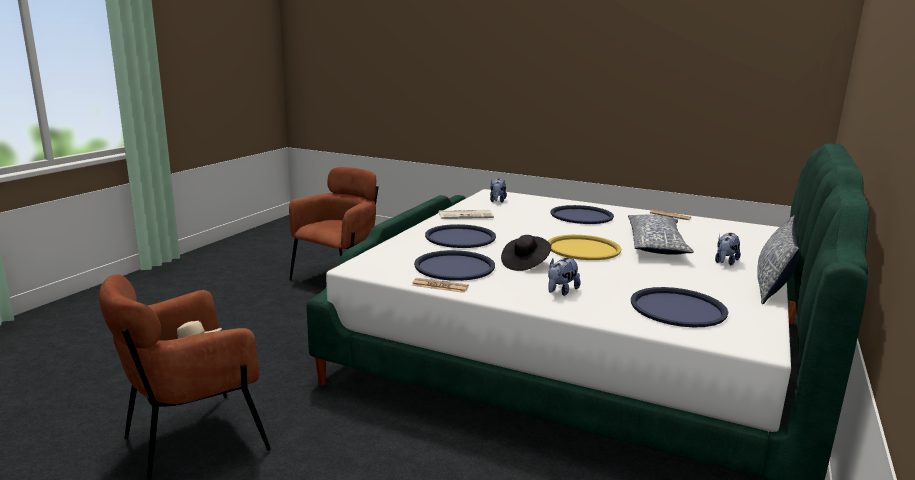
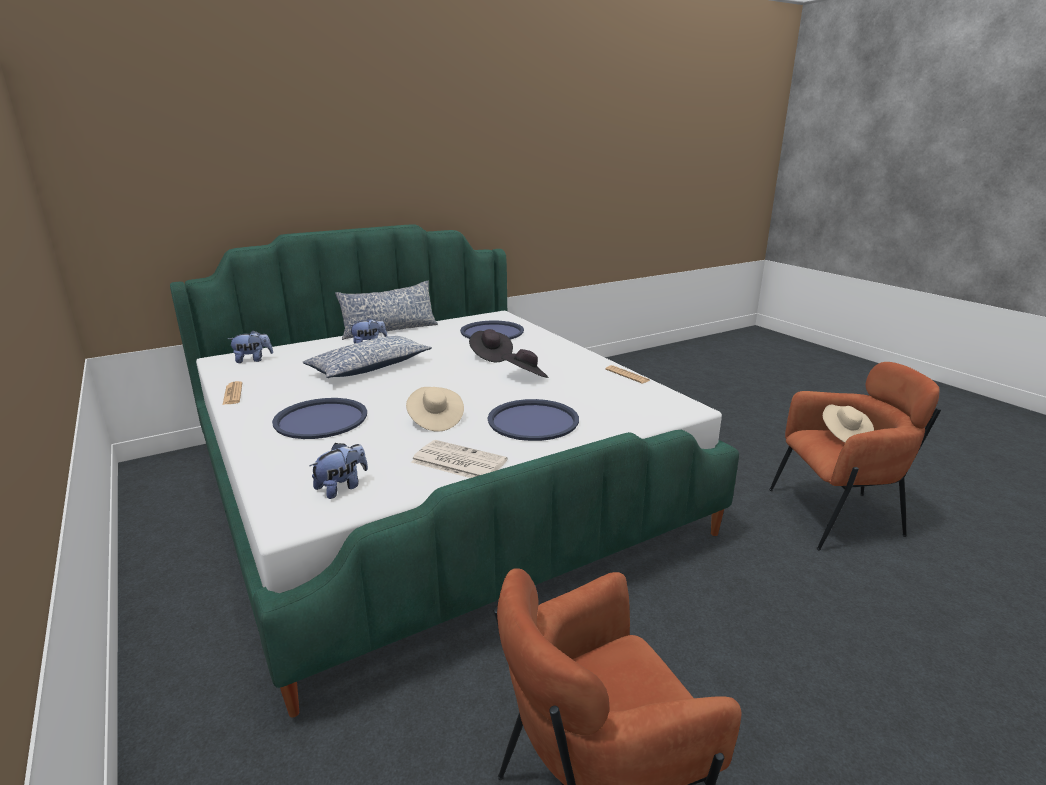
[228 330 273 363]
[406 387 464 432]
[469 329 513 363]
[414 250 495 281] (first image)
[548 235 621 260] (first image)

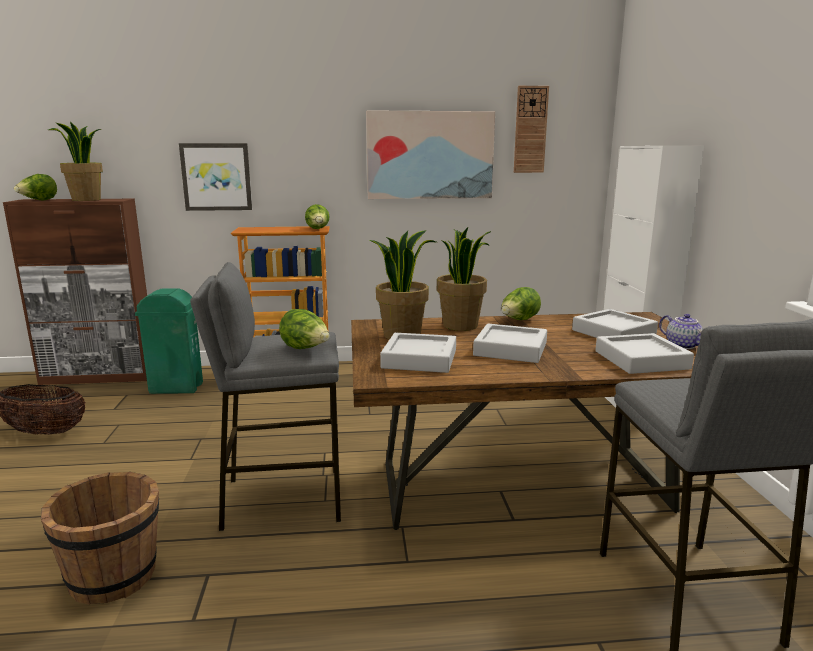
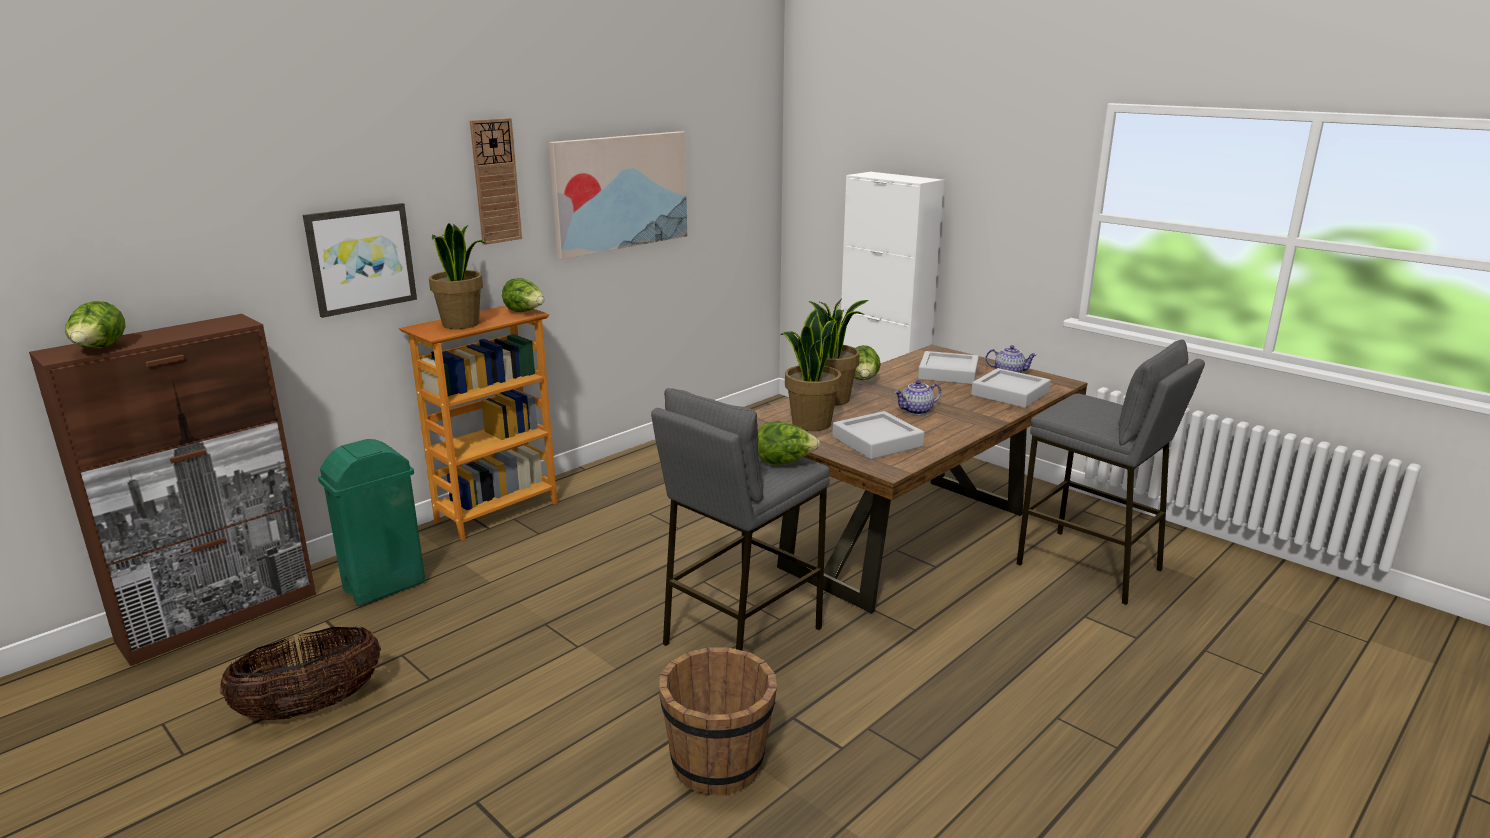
[429 223 487 329]
[470 118 522 245]
[894 380 941 415]

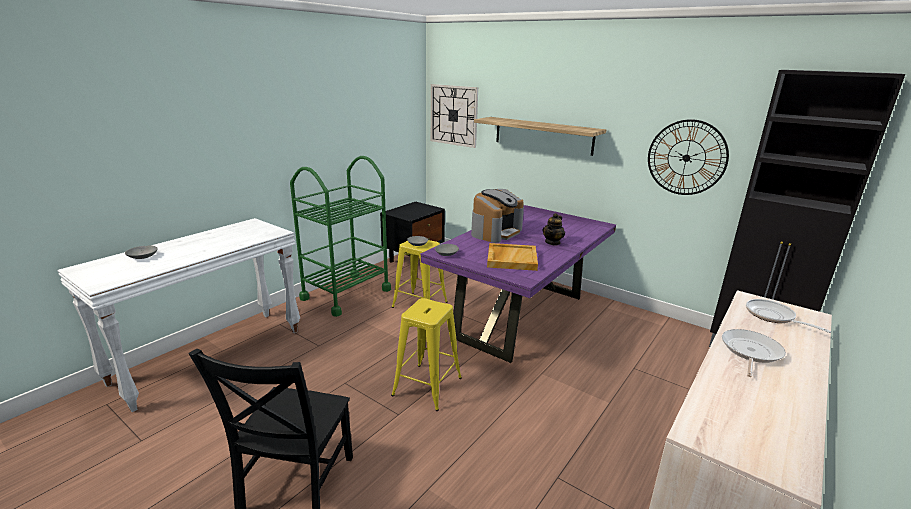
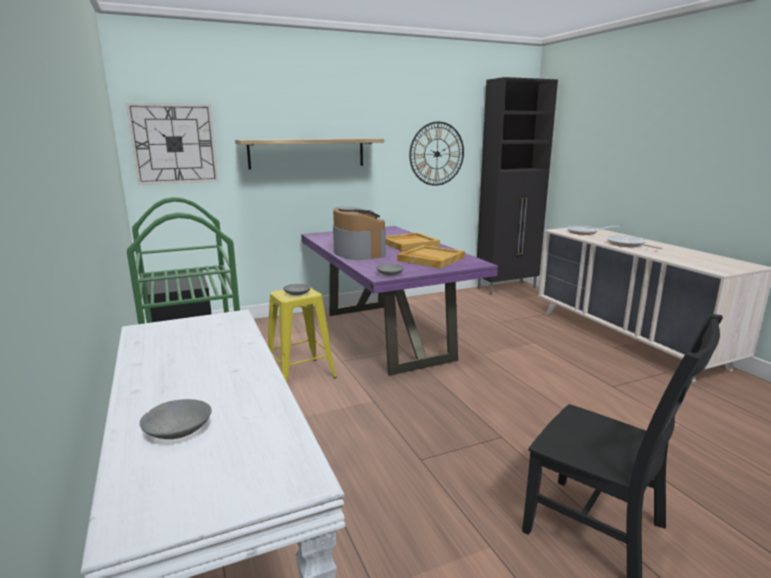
[386 233 440 251]
[391 298 462 411] (first image)

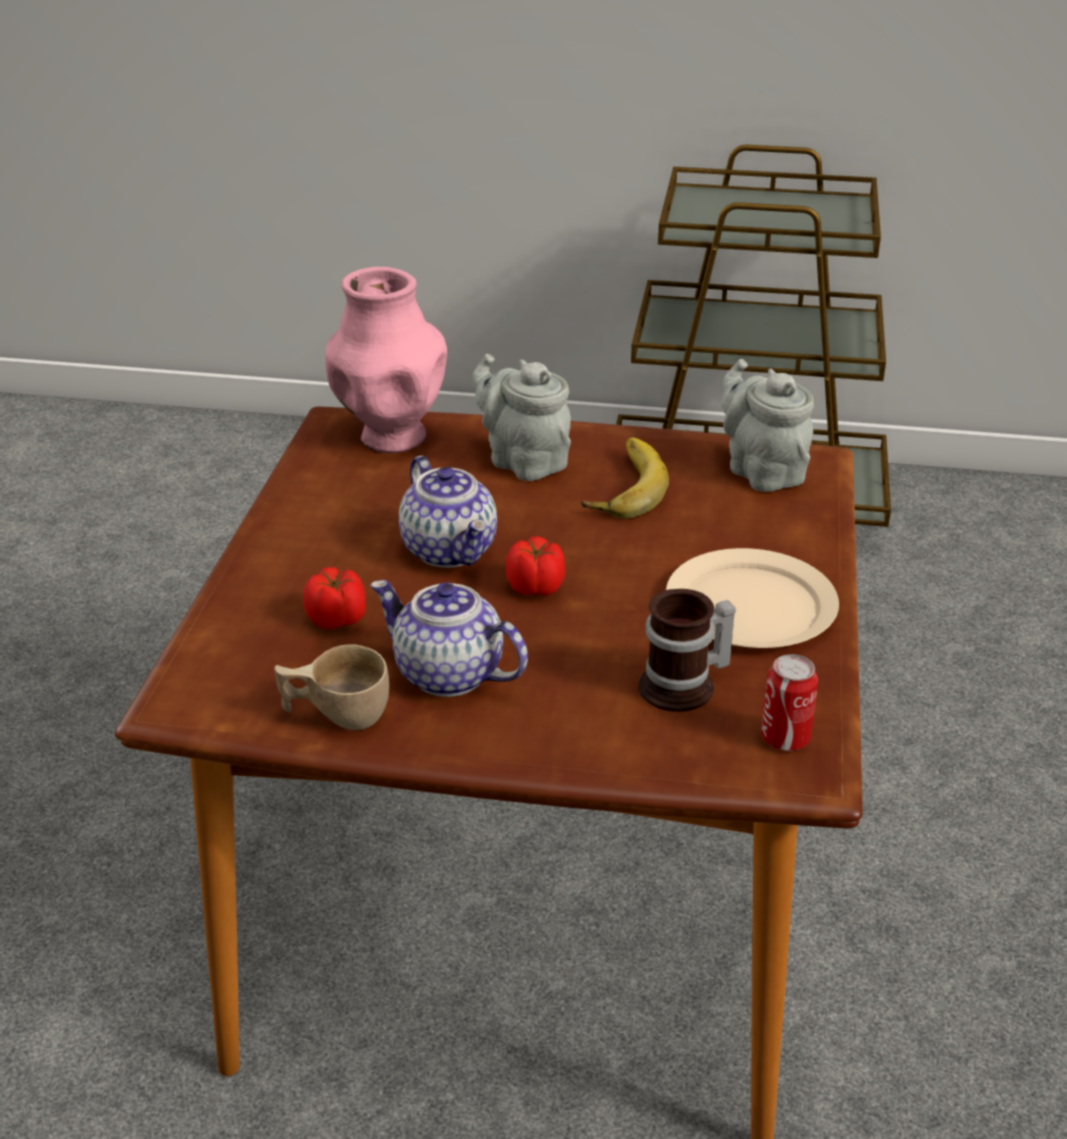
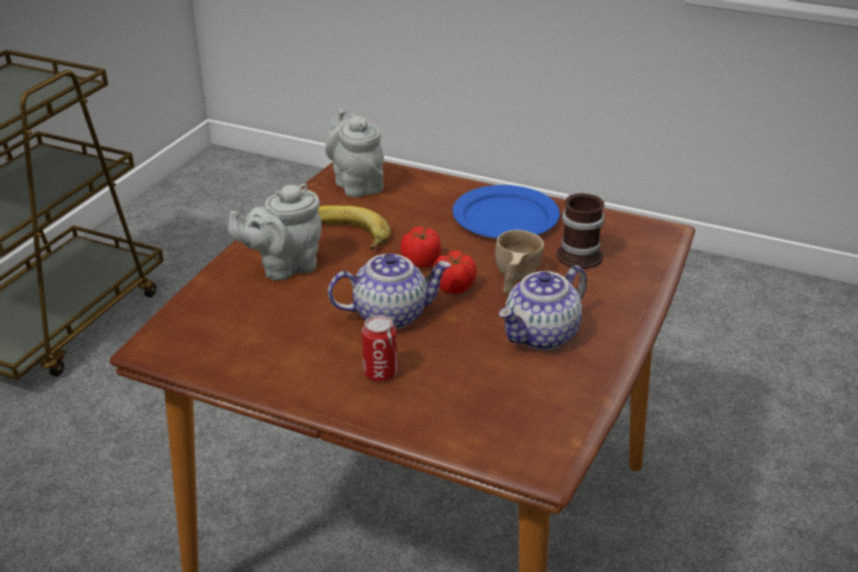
[325 108 384 197]
[362 315 398 381]
[400 227 441 268]
[453 185 560 238]
[495 230 544 294]
[325 267 447 453] (first image)

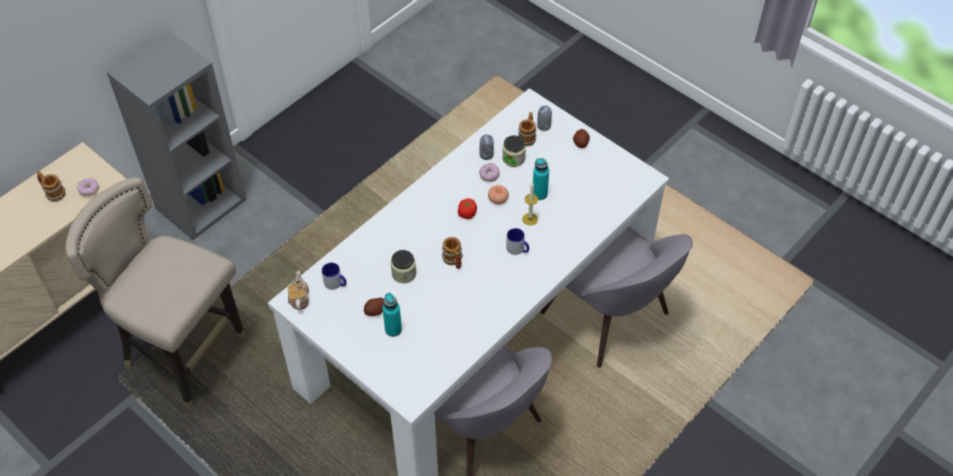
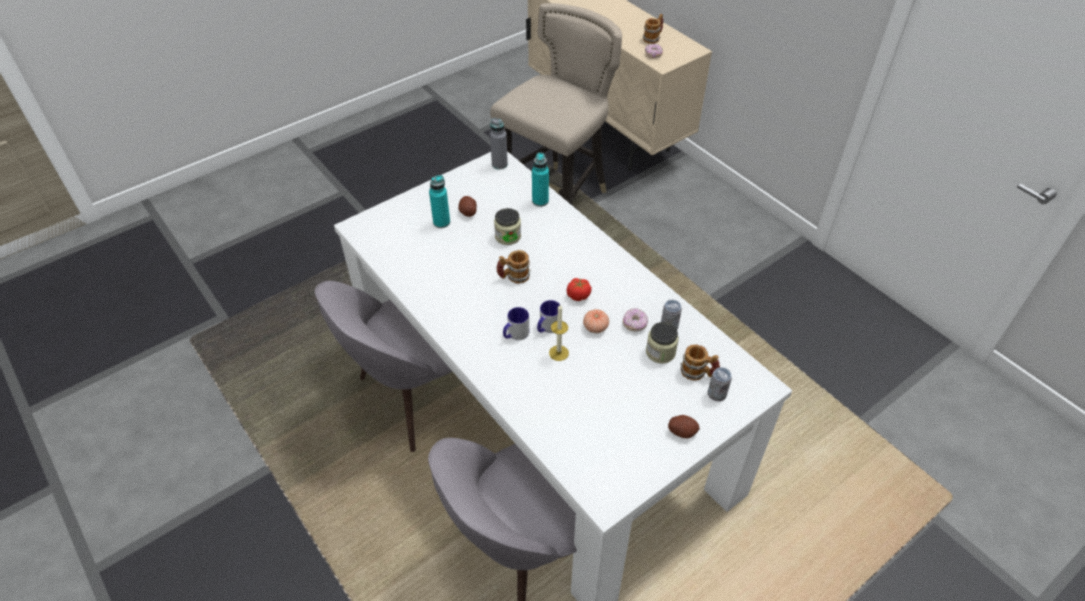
[490 118 508 170]
[532 152 549 207]
[537 300 560 333]
[107 31 247 240] (first image)

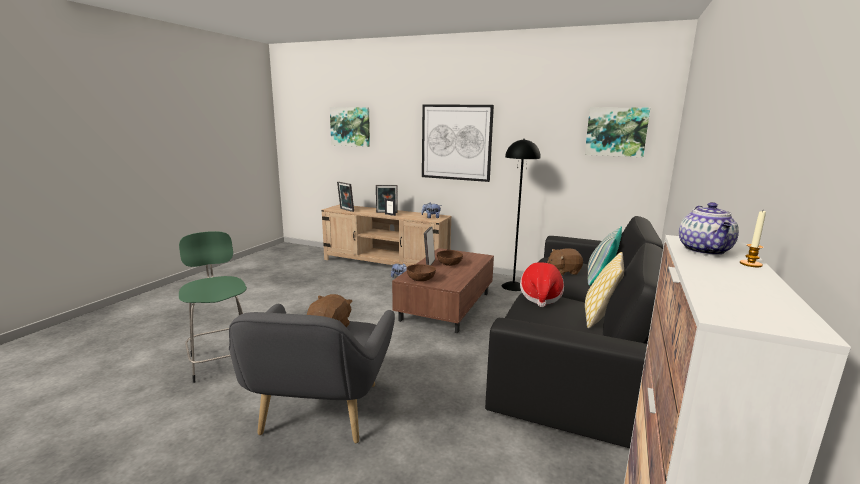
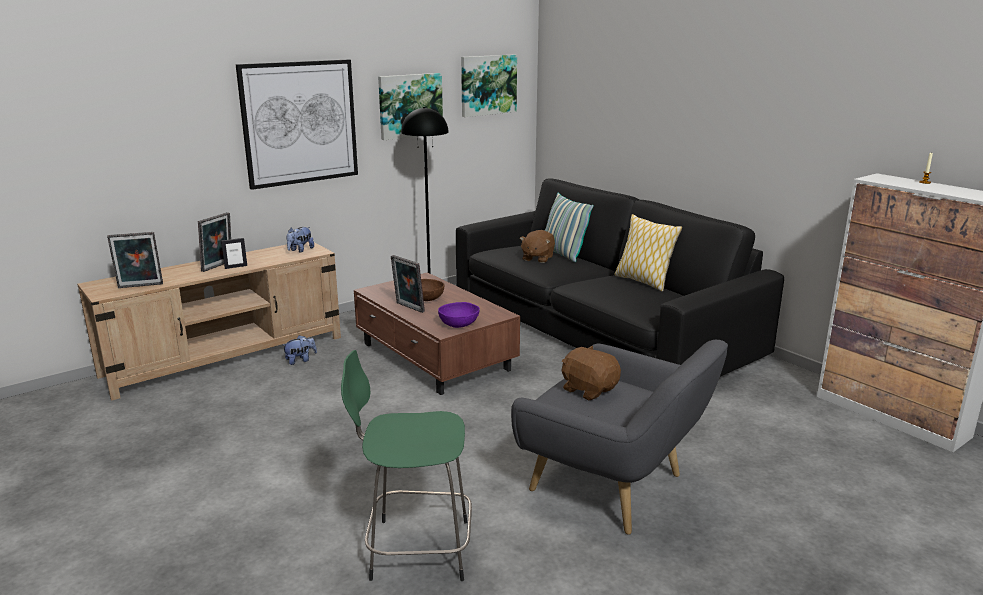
[378 73 443 140]
[438 302 480 328]
[520 262 564 307] (first image)
[679 202 739 255] (first image)

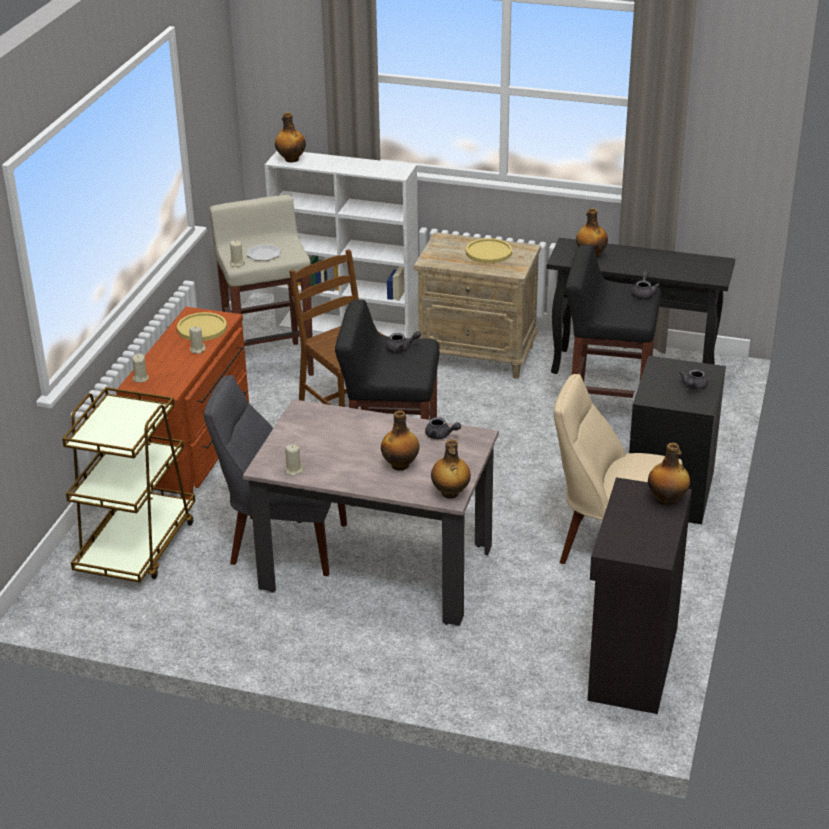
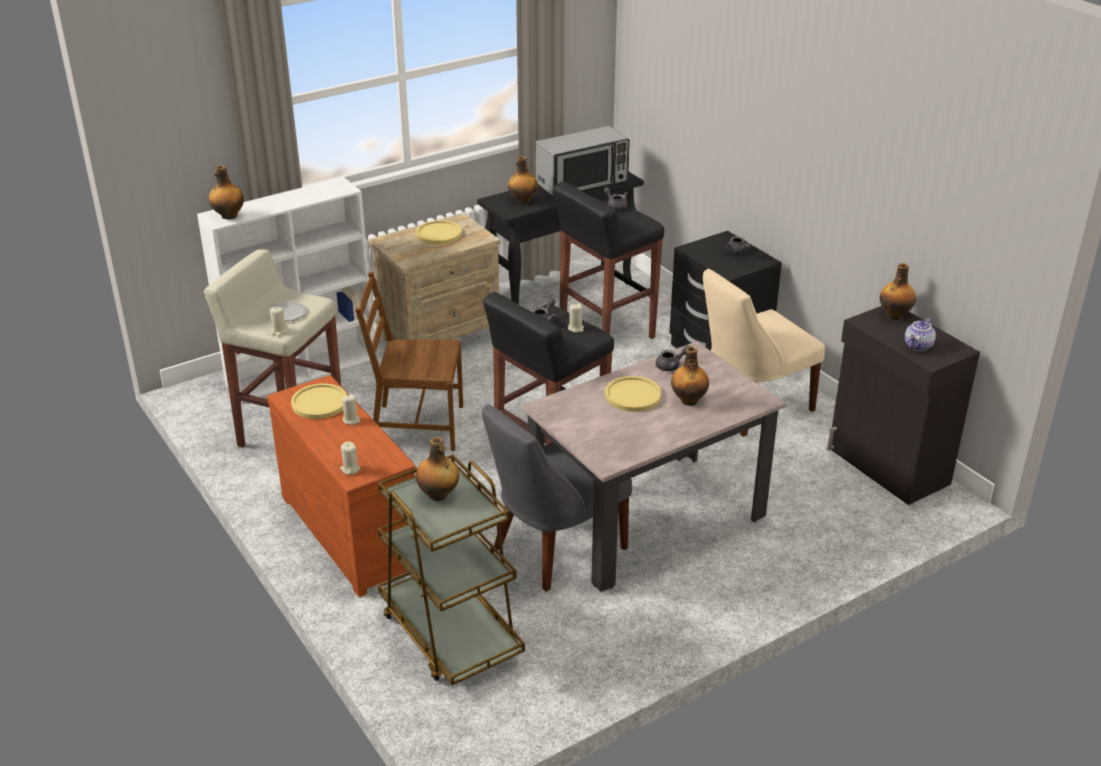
[416 437 459 501]
[536 126 630 197]
[568 304 584 333]
[605 376 662 412]
[905 318 936 351]

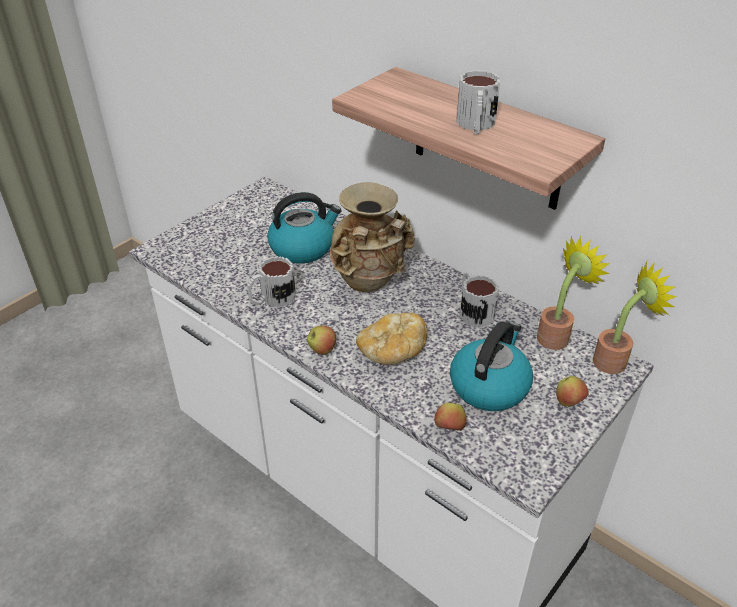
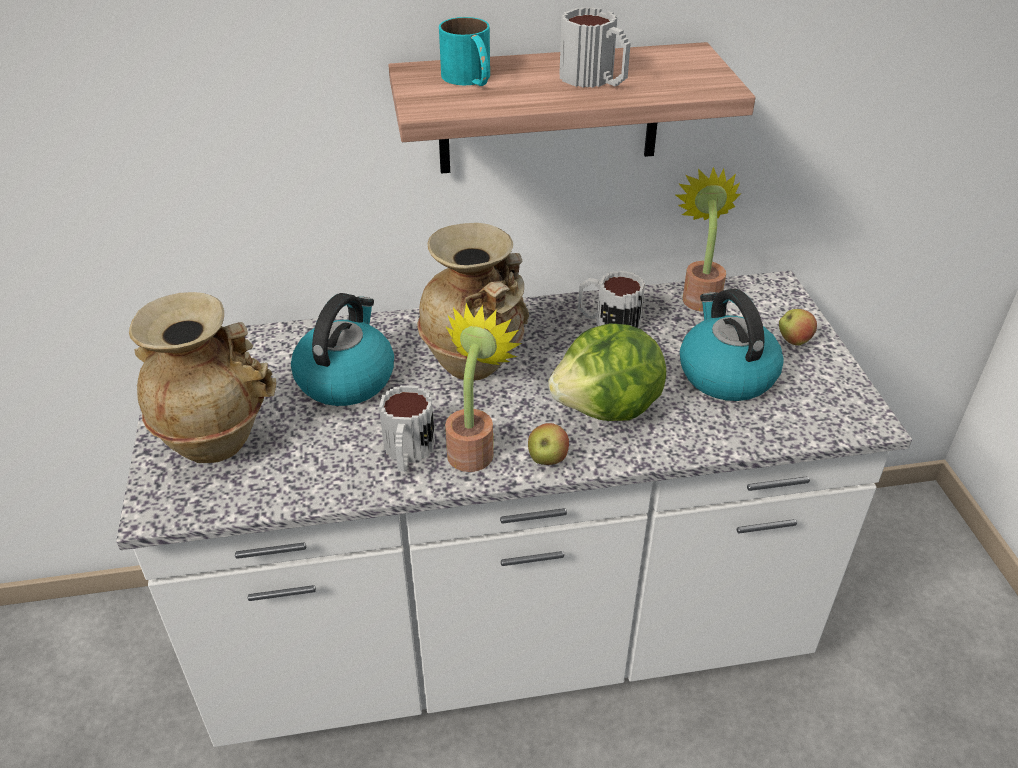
[129 292 276 463]
[439 17 490 86]
[445 303 522 472]
[548 323 666 421]
[434 403 467 431] (first image)

